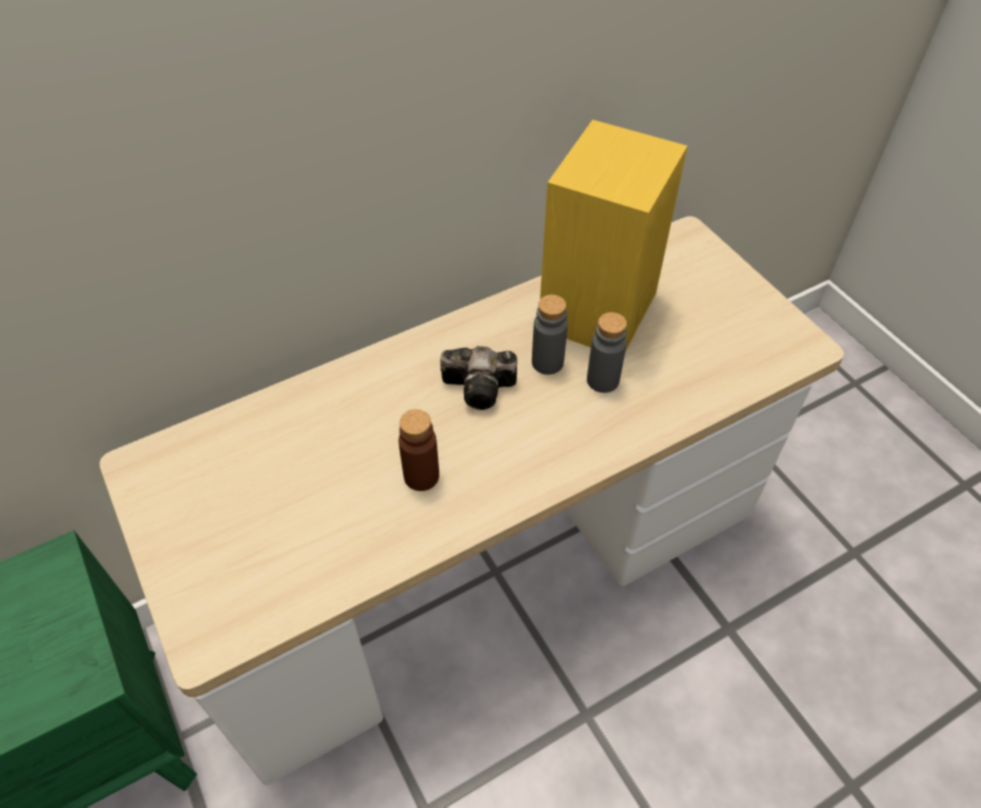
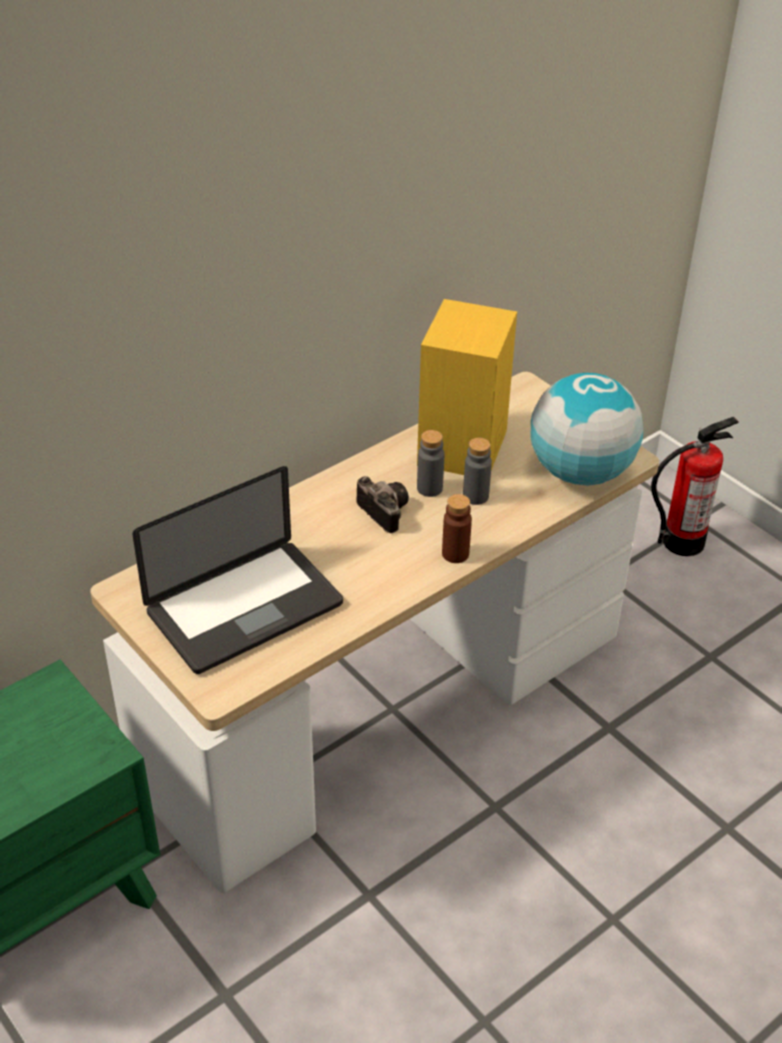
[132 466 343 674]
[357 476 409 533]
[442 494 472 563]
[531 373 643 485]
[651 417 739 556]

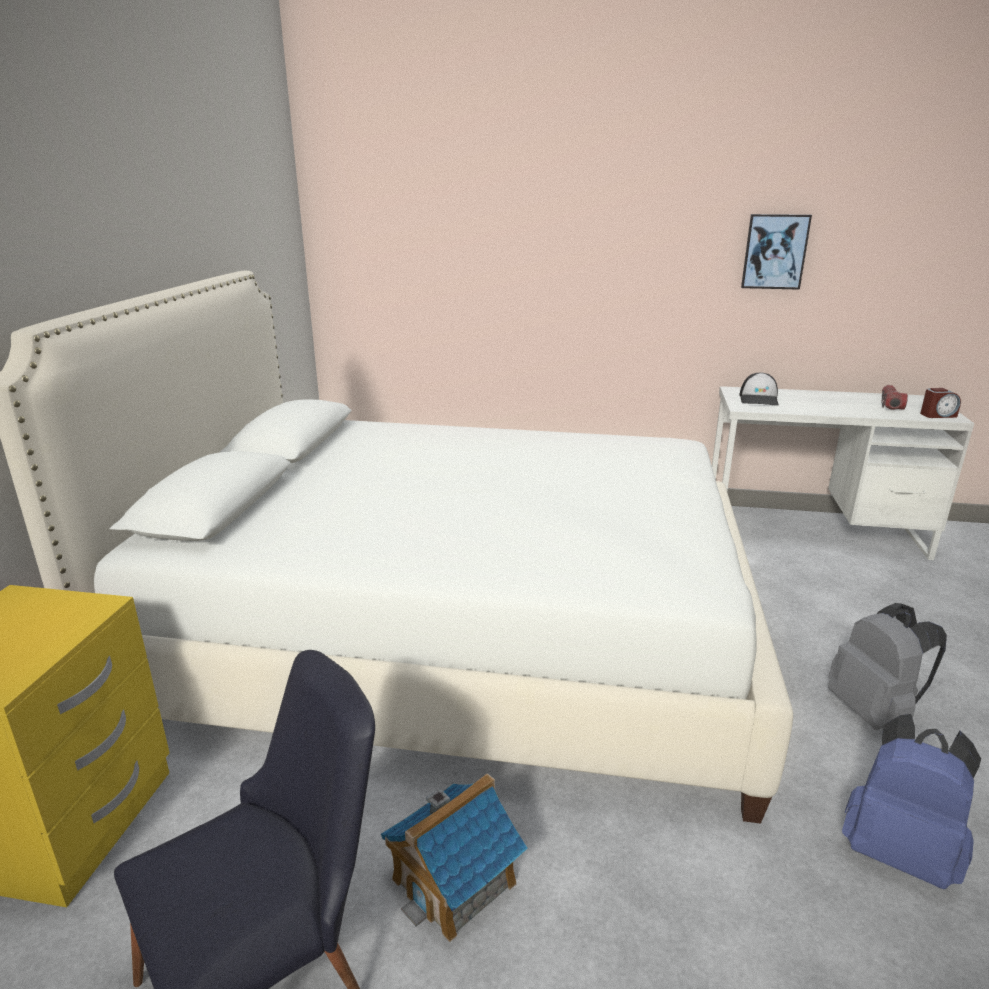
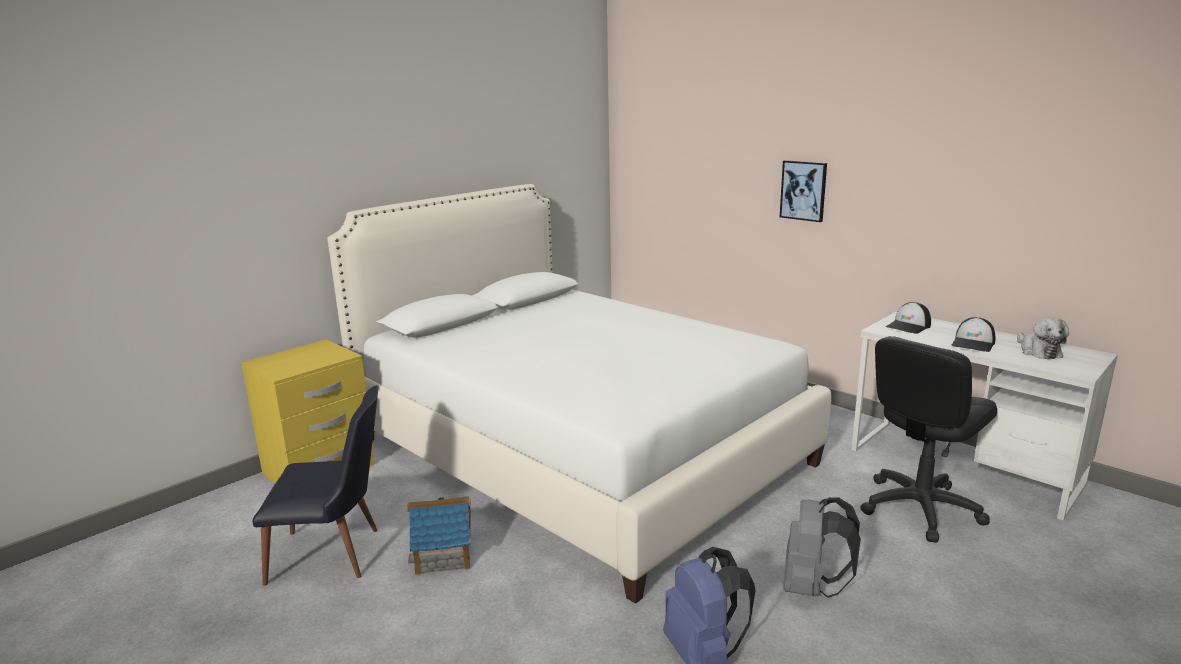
[780 160 827 222]
[860 336 997 543]
[951 317 995 352]
[1017 317 1069 359]
[920 388 961 418] (first image)

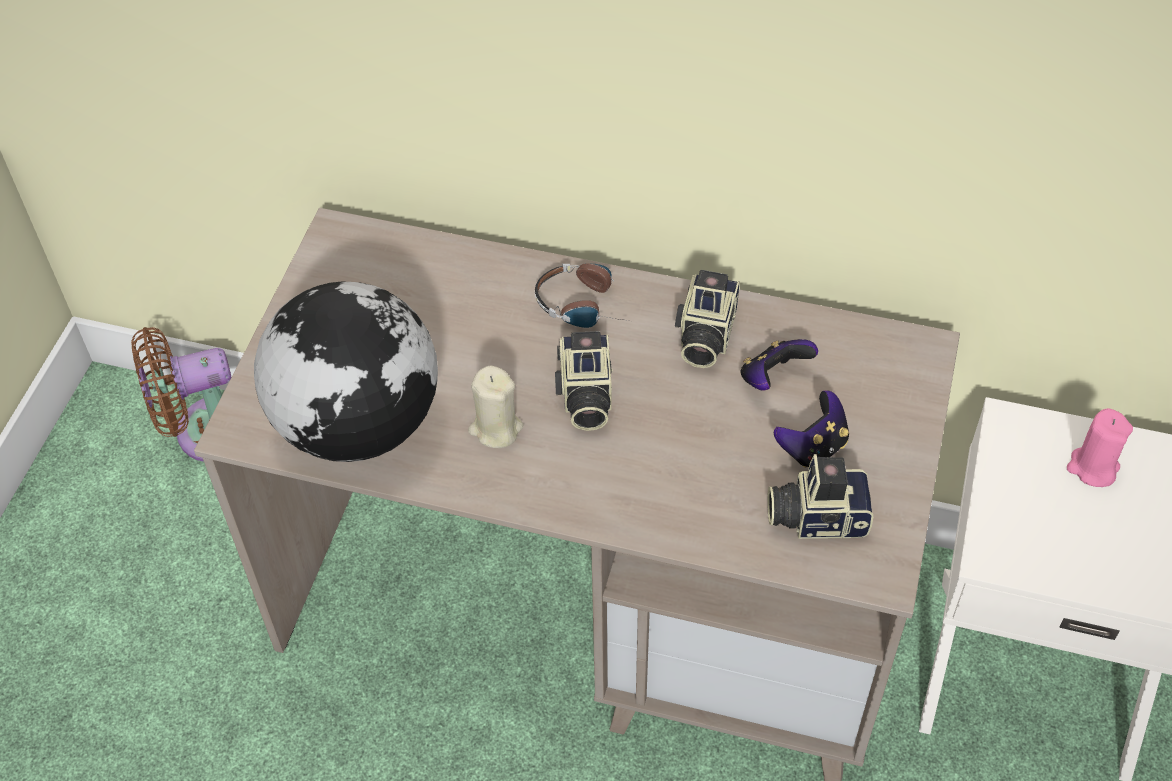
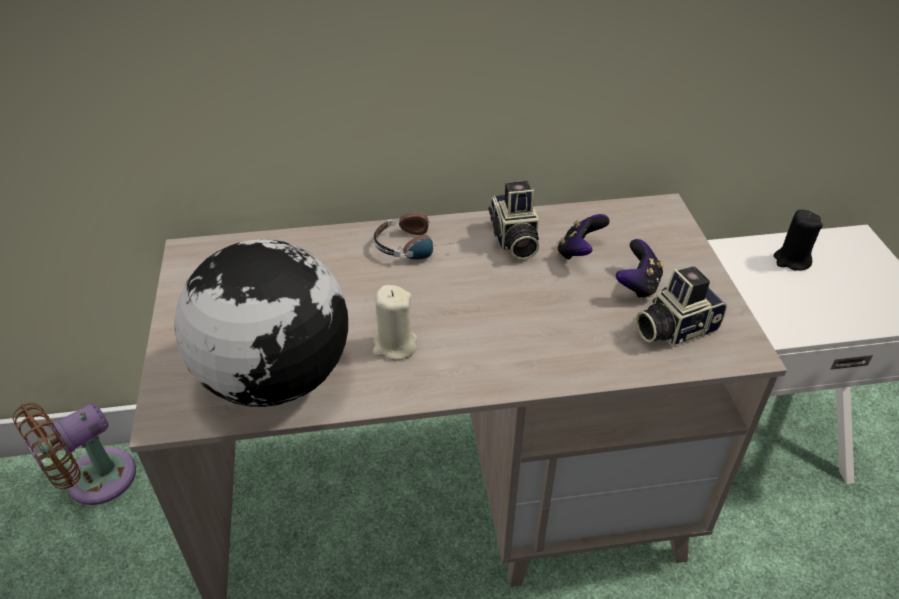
[774 210 823 271]
[555 331 613 431] (first image)

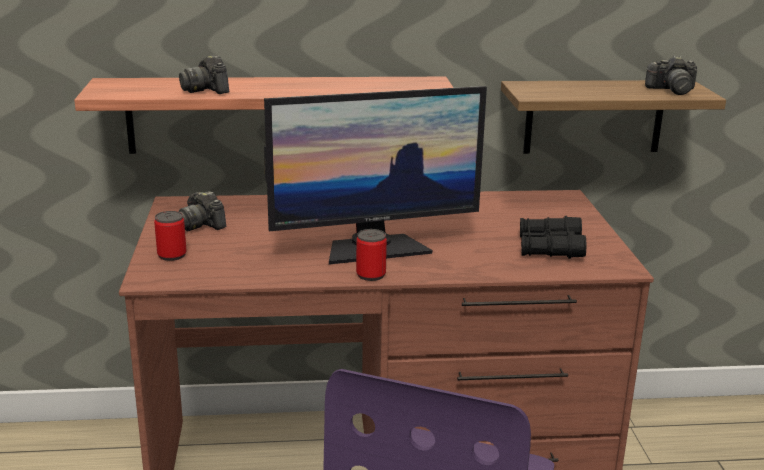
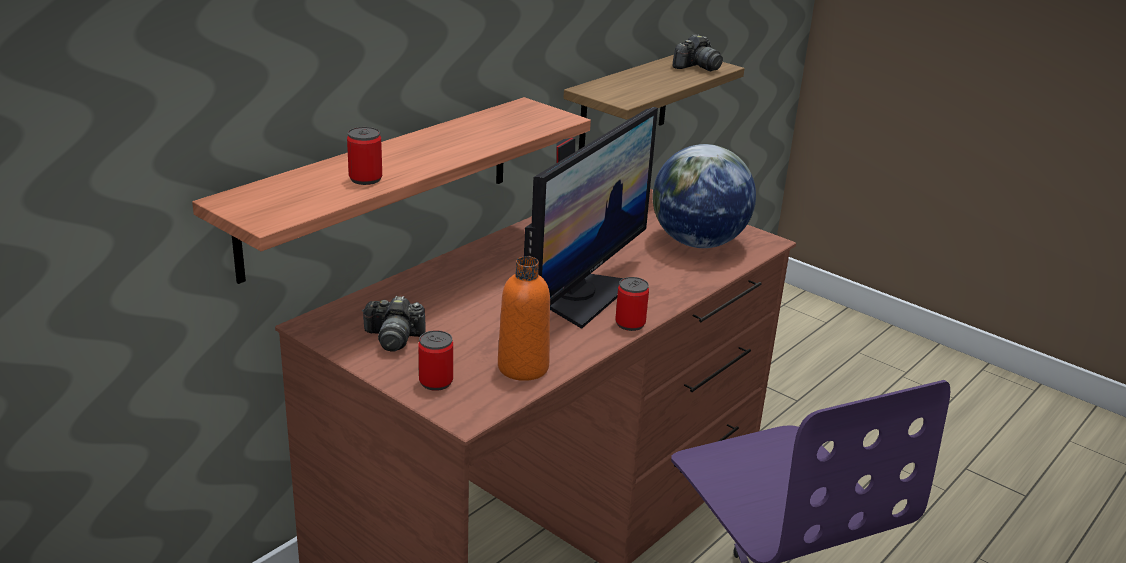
[347 127 382 185]
[498 256 550 381]
[652 144 756 248]

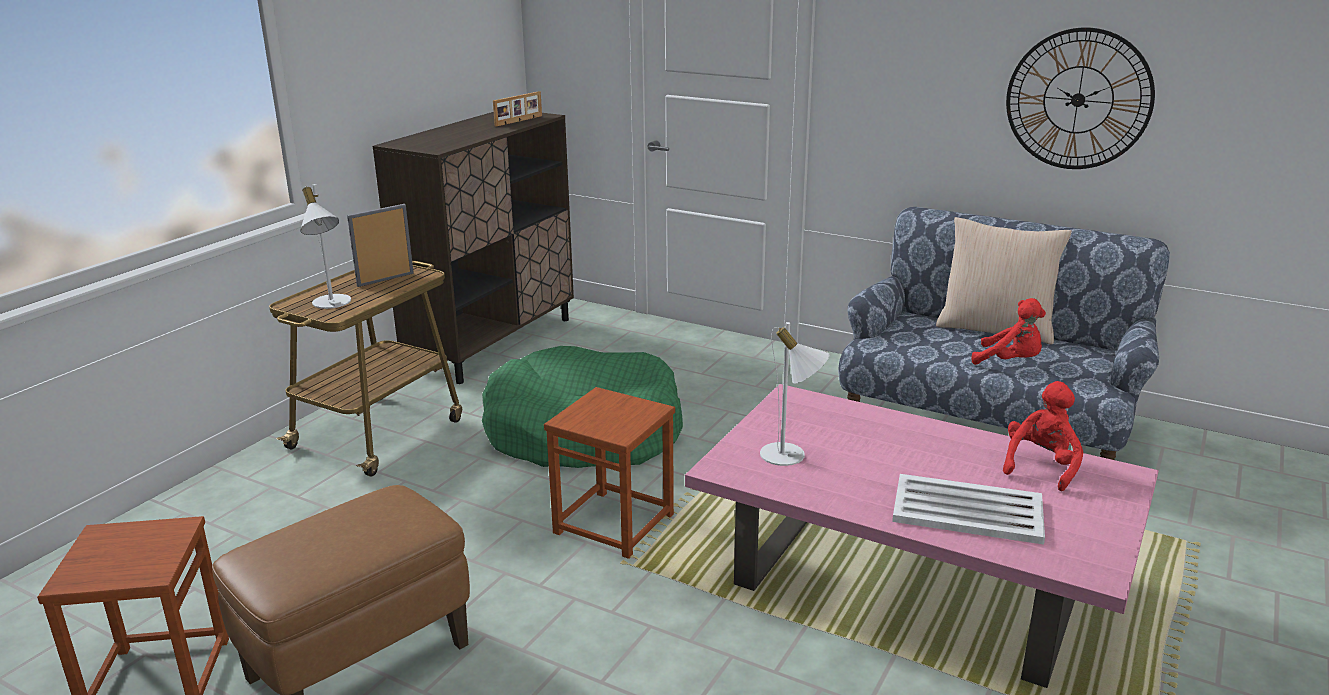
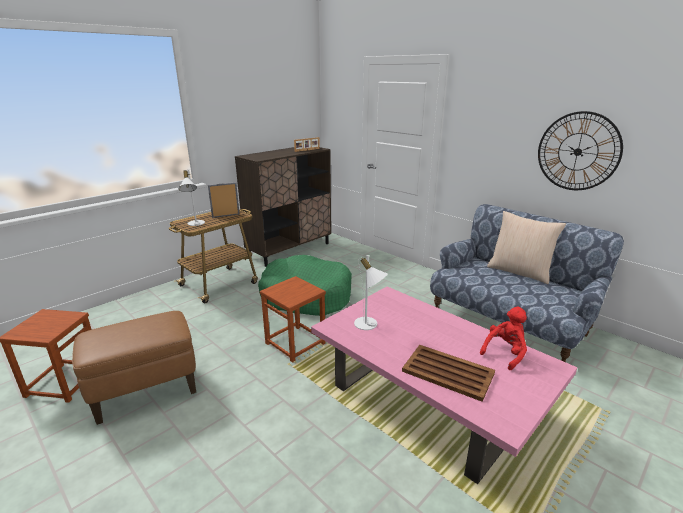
[402 345 495 402]
[971 298 1046 365] (first image)

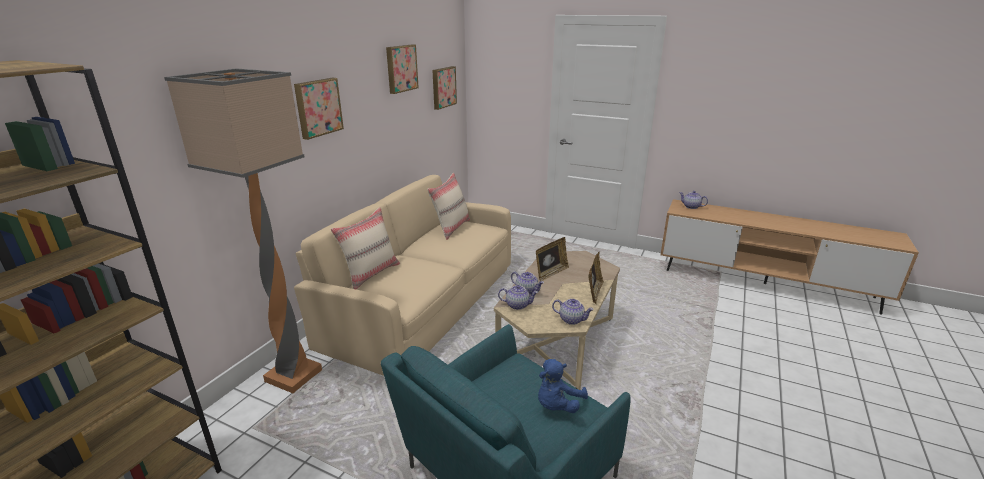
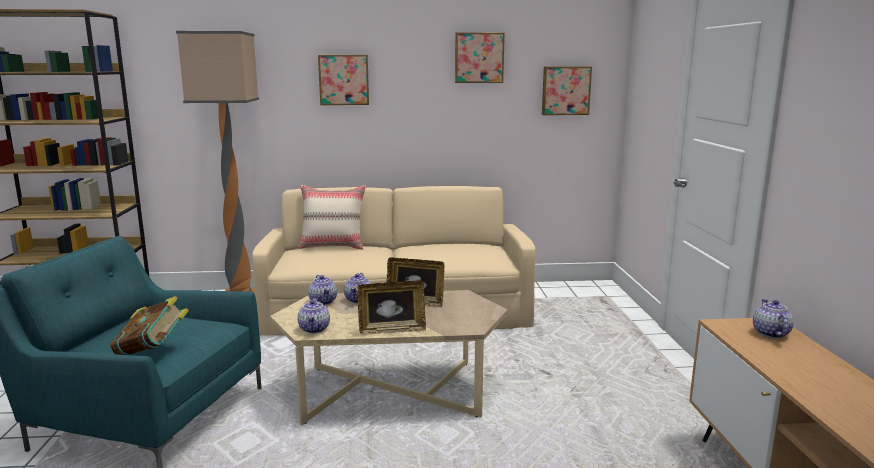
[110 296 189 355]
[427 173 470 240] (first image)

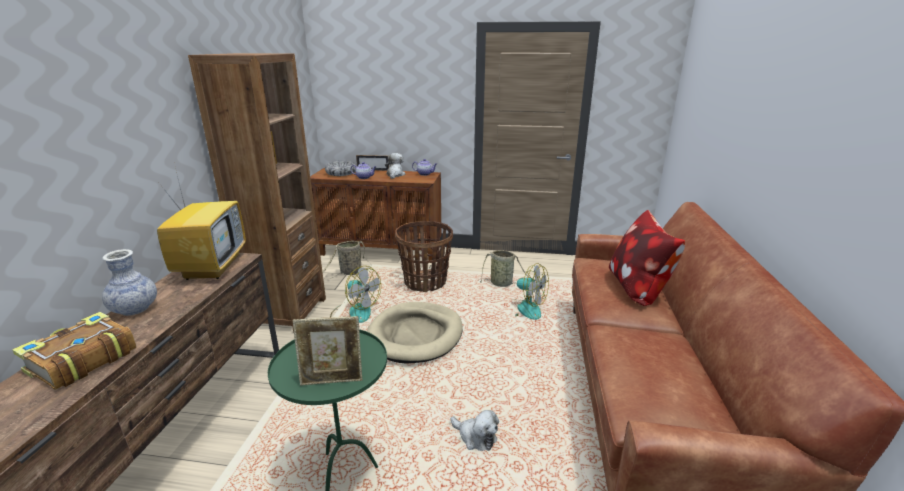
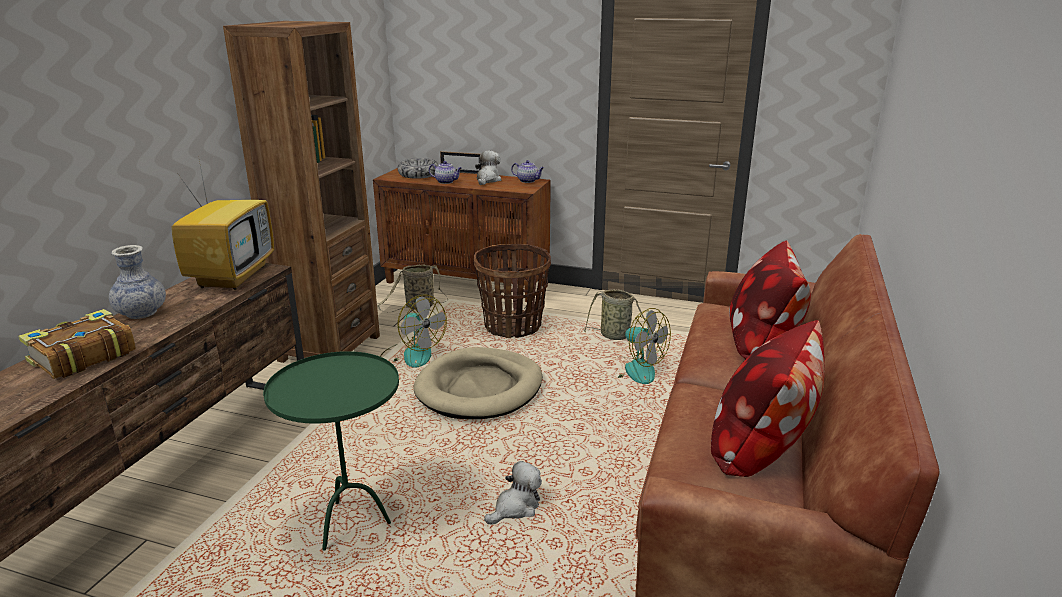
[484 461 542 525]
[711 320 825 477]
[293 316 362 386] (first image)

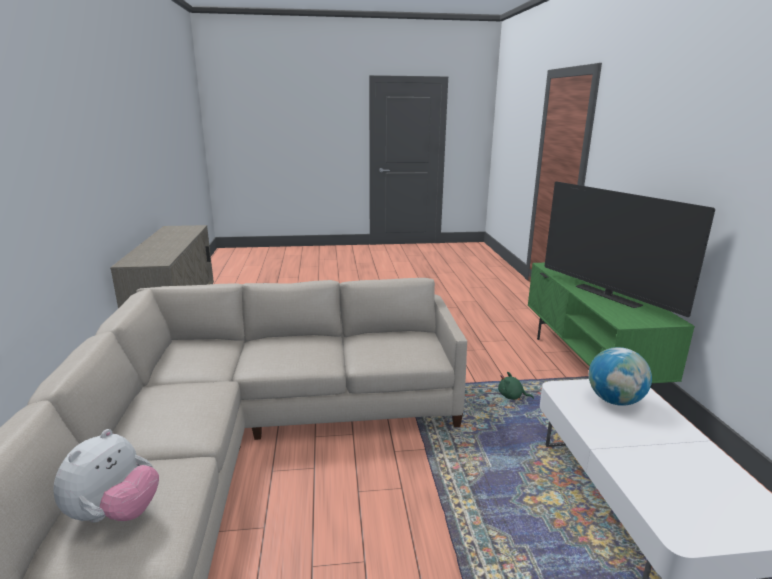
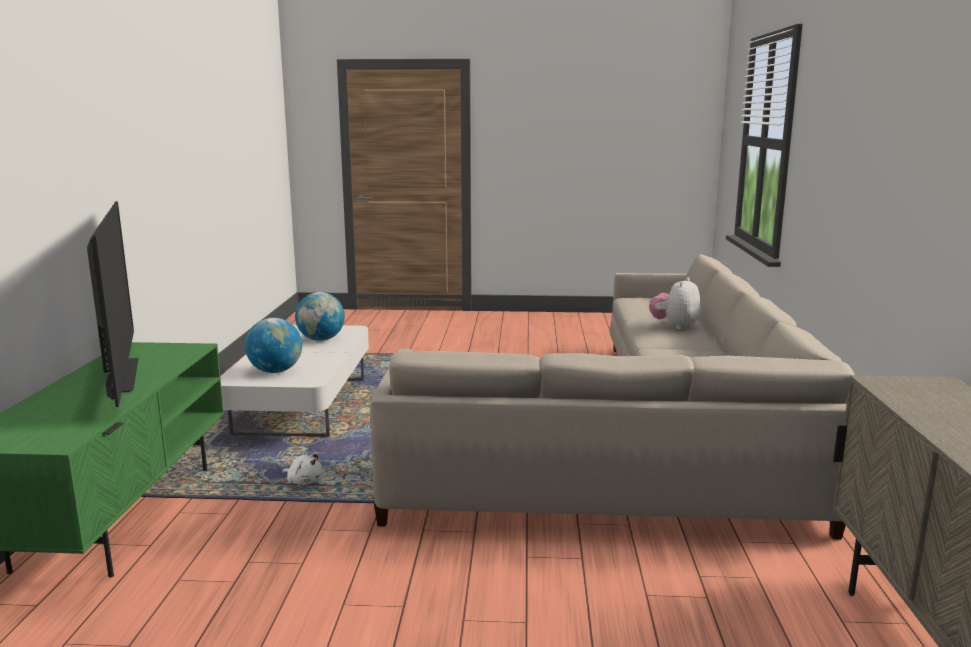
[282 452 322 485]
[295 292 345 341]

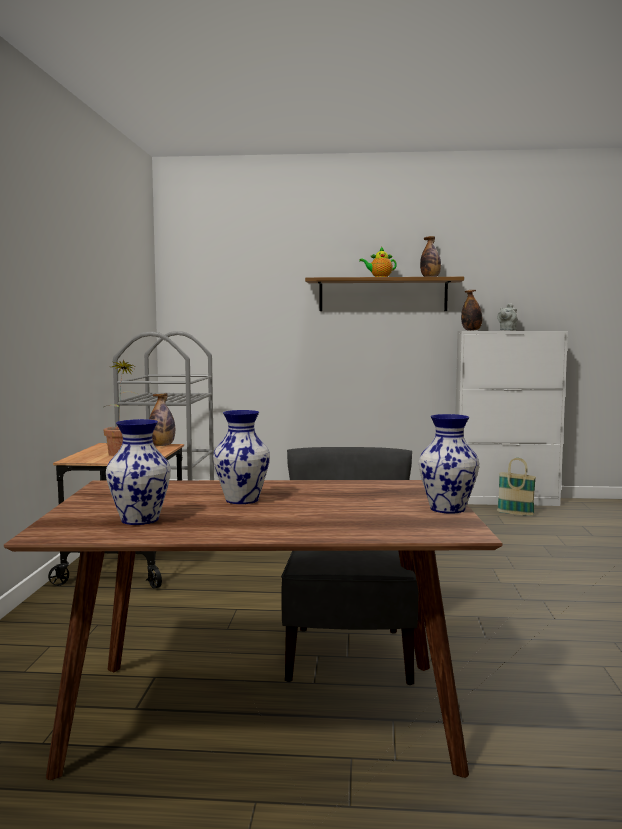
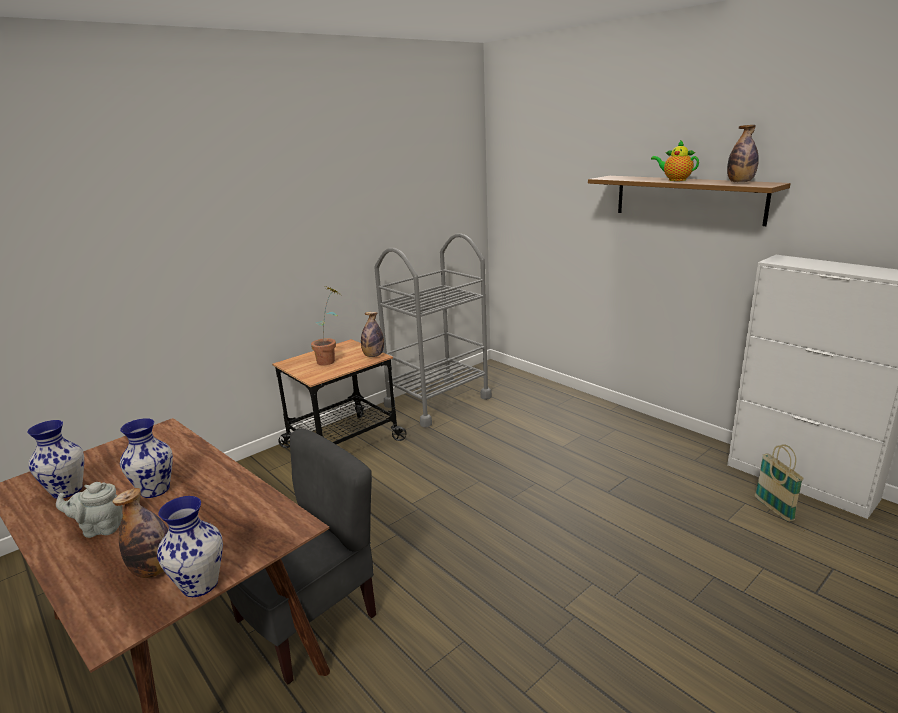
[56 482 123 538]
[113 488 168 578]

